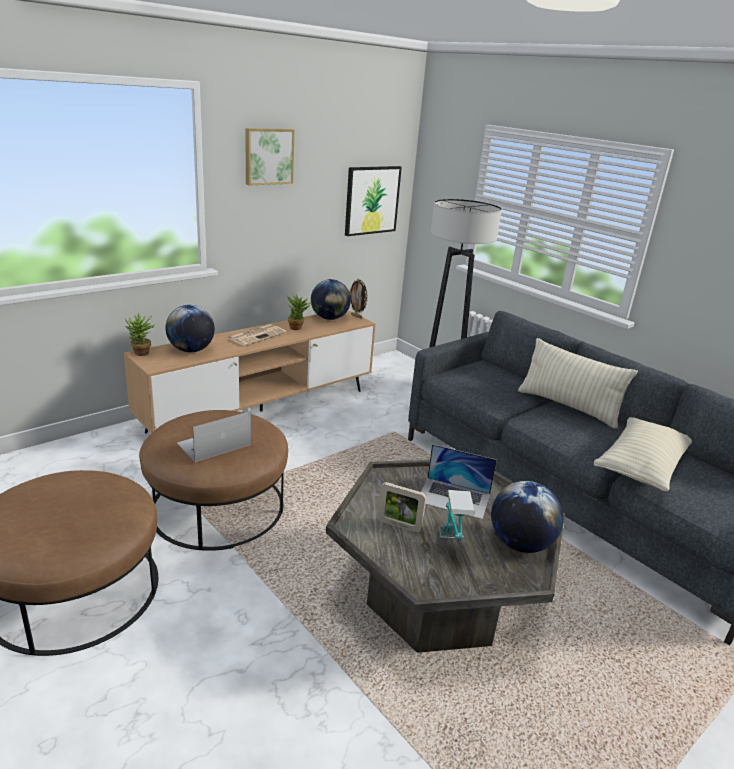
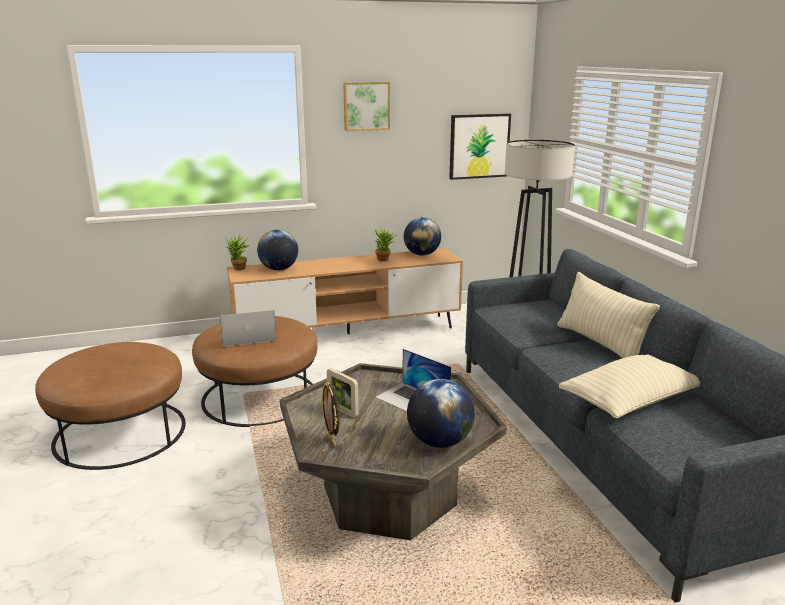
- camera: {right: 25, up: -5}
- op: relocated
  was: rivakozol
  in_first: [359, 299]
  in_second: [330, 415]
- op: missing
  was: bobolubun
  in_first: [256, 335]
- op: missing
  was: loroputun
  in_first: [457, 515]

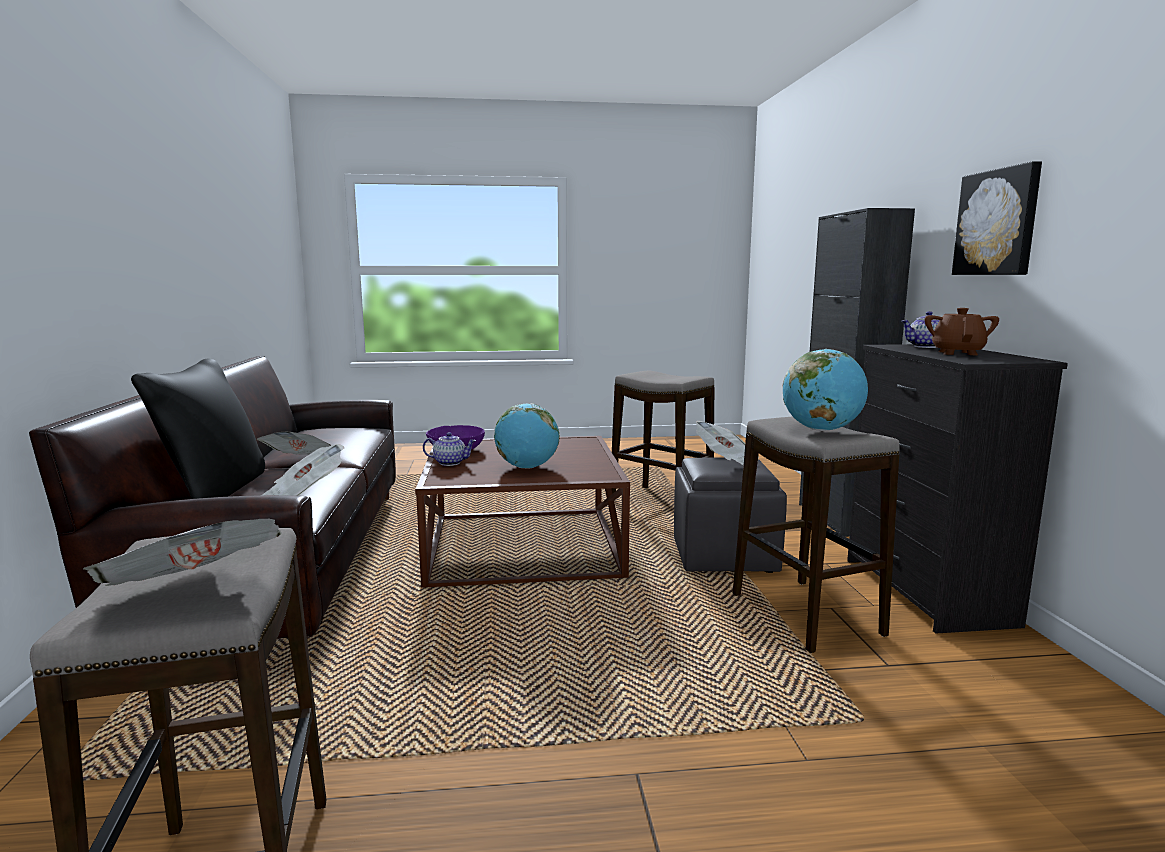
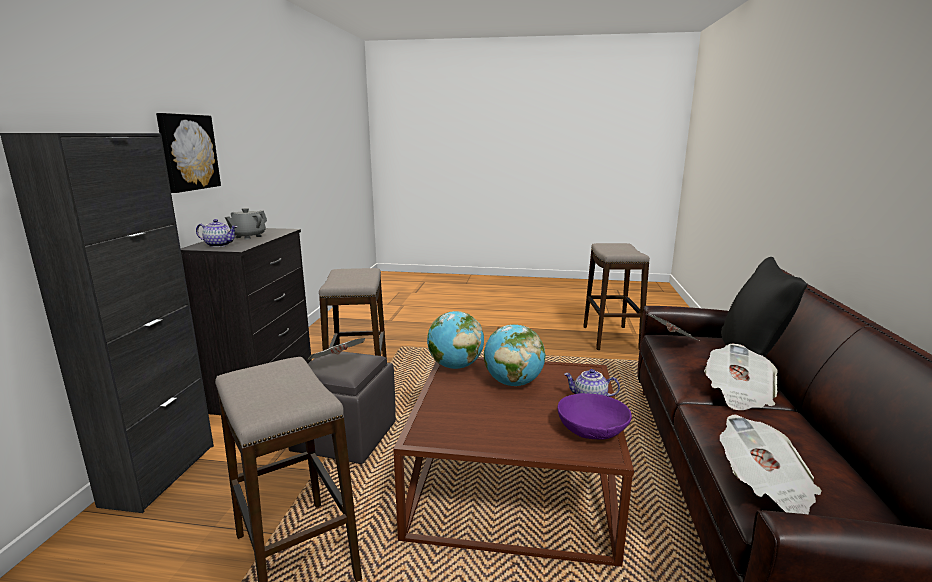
- camera: {right: -165, up: 5}
- op: colour
  was: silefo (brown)
  now: silefo (grey)
  in_first: [961, 331]
  in_second: [246, 224]
- op: relocated
  was: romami
  in_first: [825, 390]
  in_second: [455, 340]
- op: relocated
  was: bobolubun
  in_first: [182, 552]
  in_second: [770, 464]

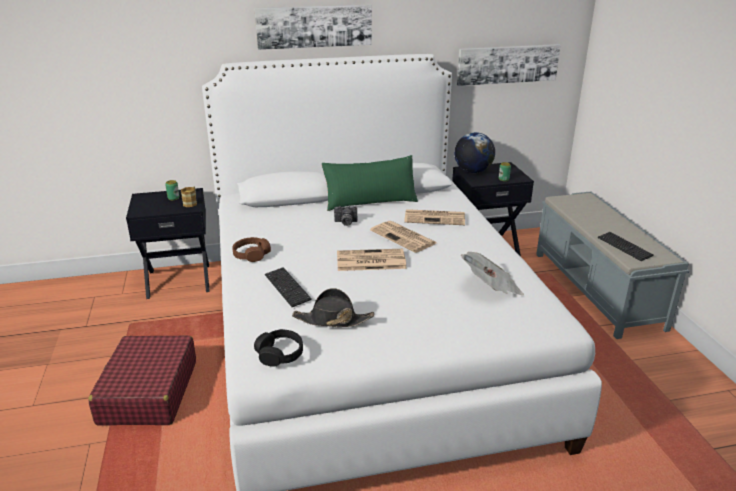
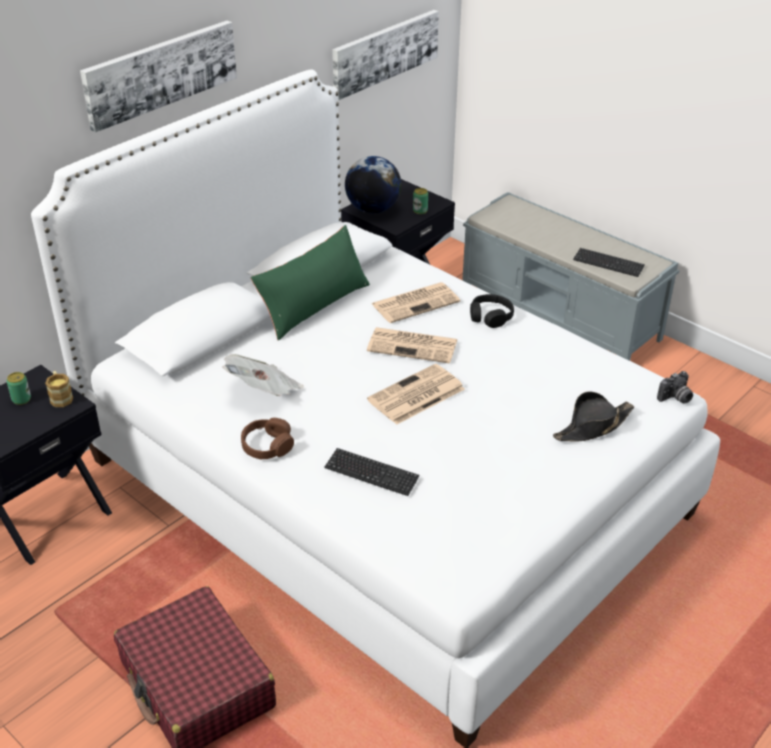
- camera: {right: -35, up: 10}
- op: relocated
  was: bobolubun
  in_first: [492, 273]
  in_second: [263, 375]
- op: relocated
  was: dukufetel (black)
  in_first: [278, 347]
  in_second: [492, 311]
- op: relocated
  was: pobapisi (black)
  in_first: [333, 307]
  in_second: [593, 416]
- op: relocated
  was: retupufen
  in_first: [345, 216]
  in_second: [675, 387]

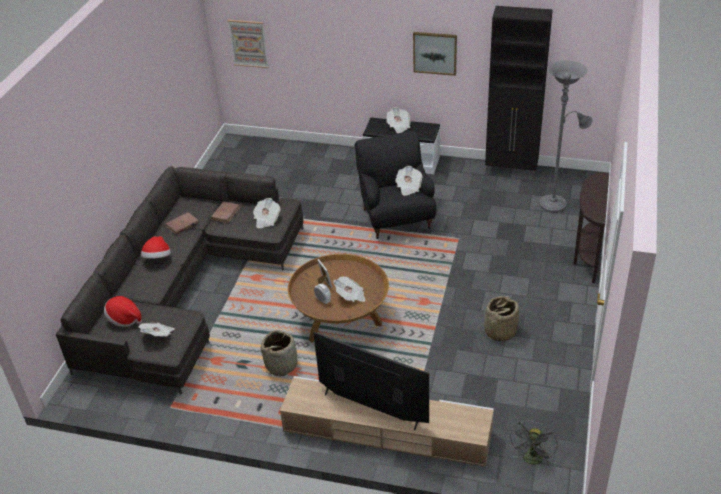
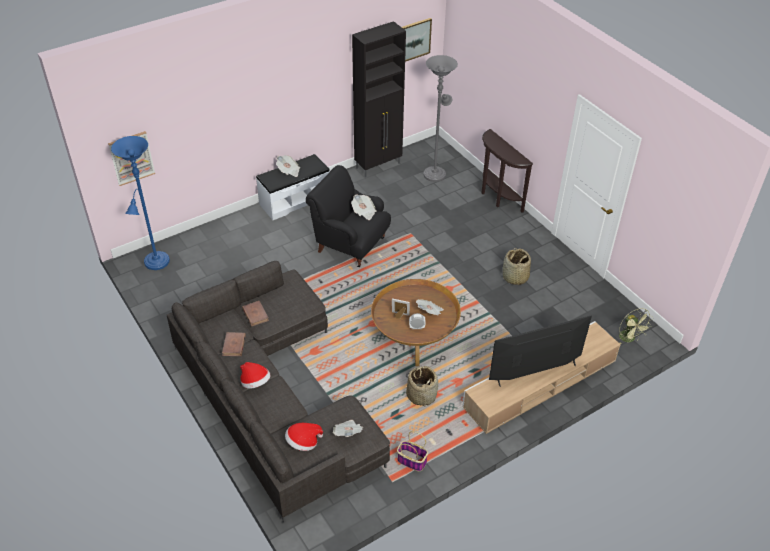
- camera: {right: -50, up: 5}
- op: appeared
  now: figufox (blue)
  in_second: [140, 203]
- op: appeared
  now: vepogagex
  in_second: [412, 451]
- op: relocated
  was: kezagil
  in_first: [435, 54]
  in_second: [417, 40]
- op: colour
  was: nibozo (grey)
  now: nibozo (green)
  in_first: [533, 443]
  in_second: [636, 326]
- op: missing
  was: bobolubun
  in_first: [266, 213]

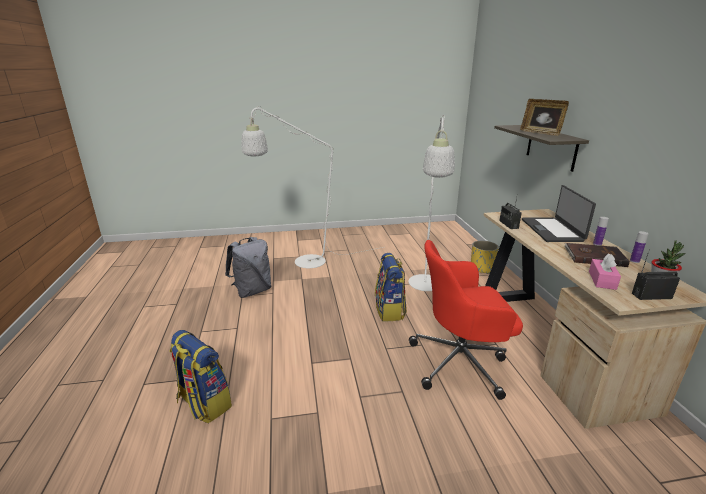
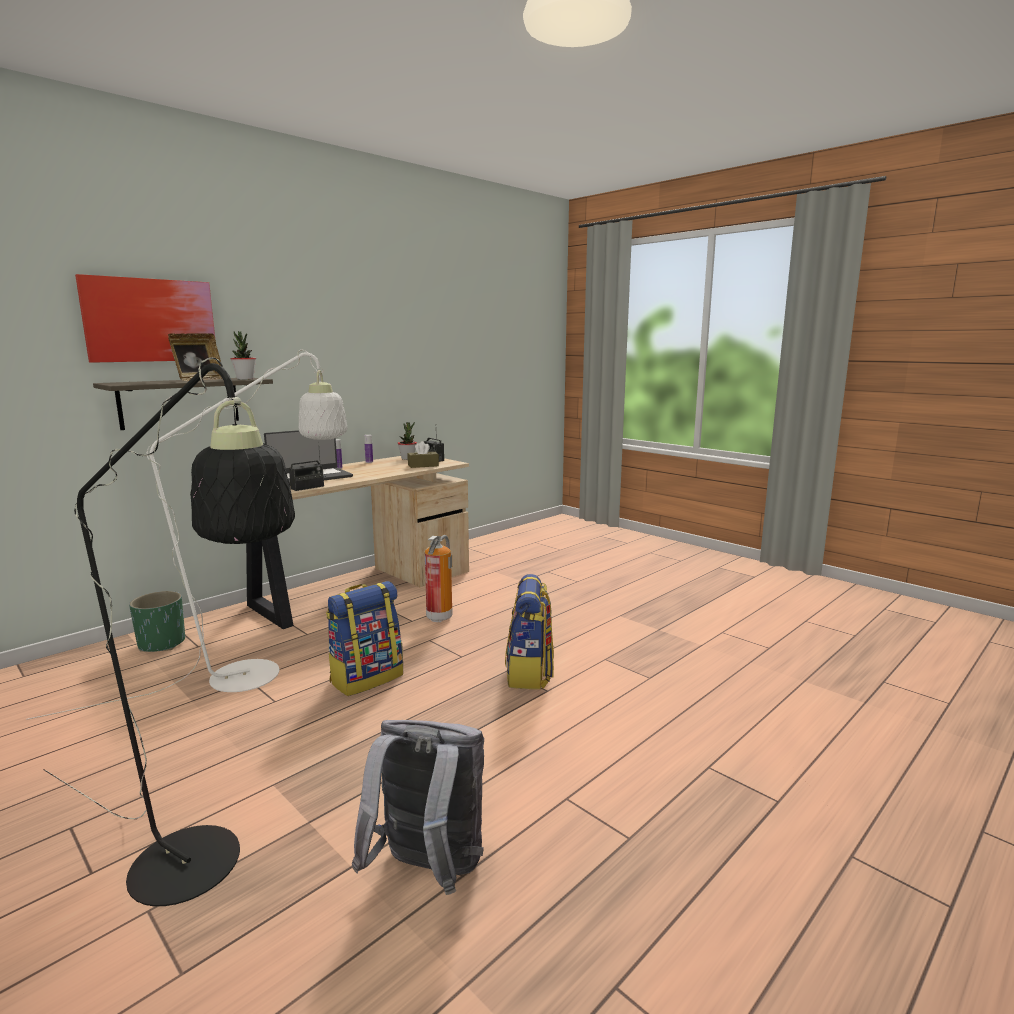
- camera: {right: -125, up: -10}
- op: colour
  was: figufox (white)
  now: figufox (black)
  in_first: [312, 187]
  in_second: [169, 631]
- op: appeared
  now: kezagil
  in_second: [145, 318]
- op: colour
  was: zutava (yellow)
  now: zutava (green)
  in_first: [485, 257]
  in_second: [157, 621]
- op: appeared
  now: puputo
  in_second: [243, 355]
- op: colour
  was: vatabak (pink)
  now: vatabak (brown)
  in_first: [605, 271]
  in_second: [423, 454]
- op: exchanged
  was: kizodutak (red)
  now: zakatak
  in_first: [466, 320]
  in_second: [438, 578]
- op: relocated
  was: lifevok
  in_first: [201, 376]
  in_second: [529, 631]
- op: missing
  was: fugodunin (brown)
  in_first: [597, 255]

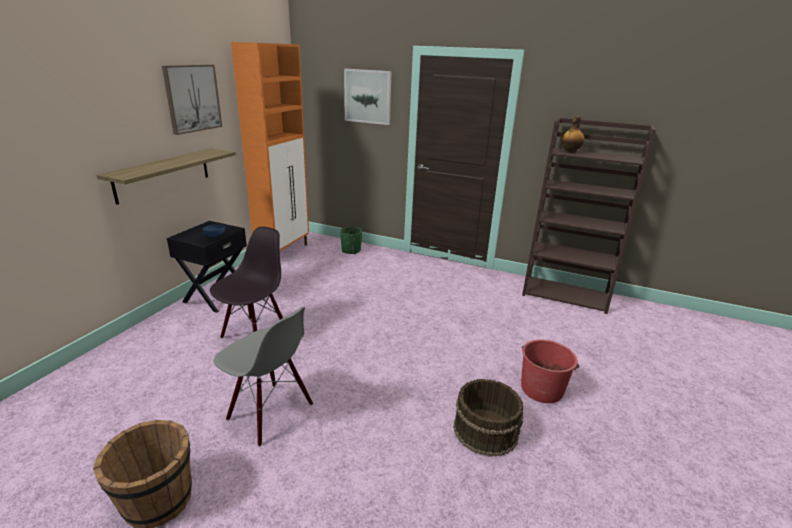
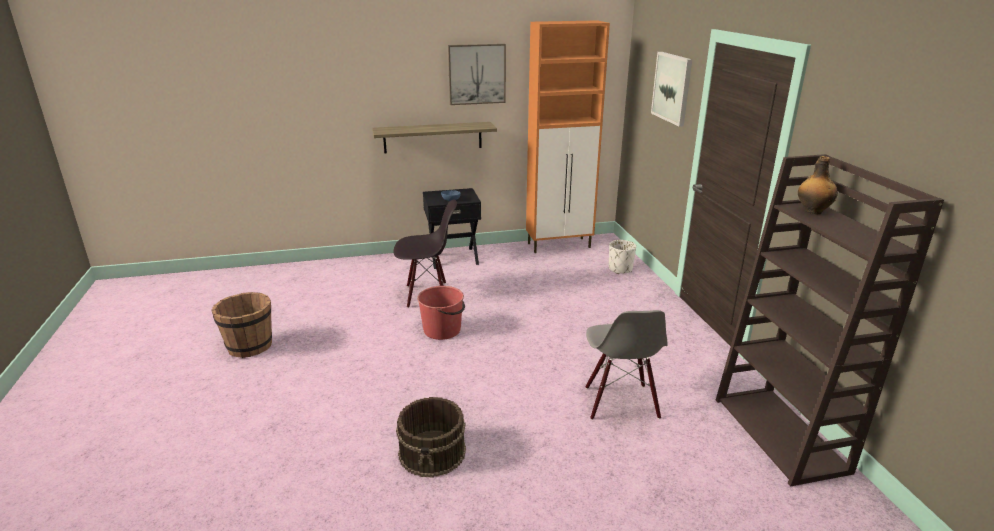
- camera: {right: 55, up: 0}
- op: relocated
  was: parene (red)
  in_first: [550, 371]
  in_second: [441, 313]
- op: relocated
  was: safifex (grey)
  in_first: [263, 377]
  in_second: [626, 365]
- op: colour
  was: zutava (green)
  now: zutava (white)
  in_first: [351, 240]
  in_second: [622, 257]

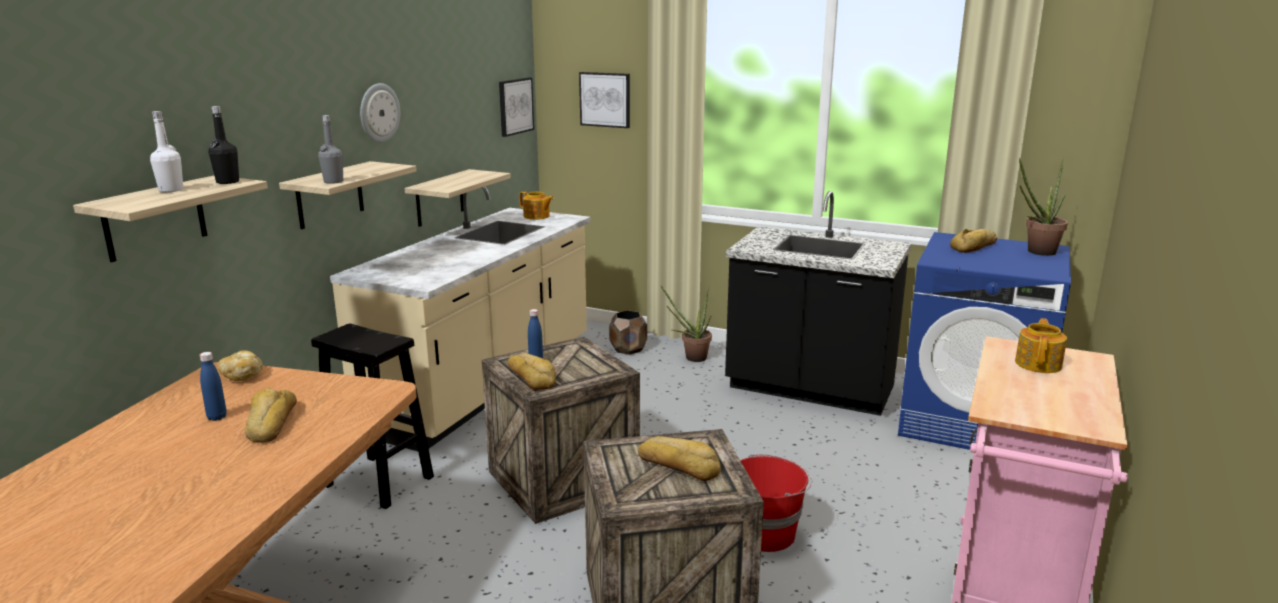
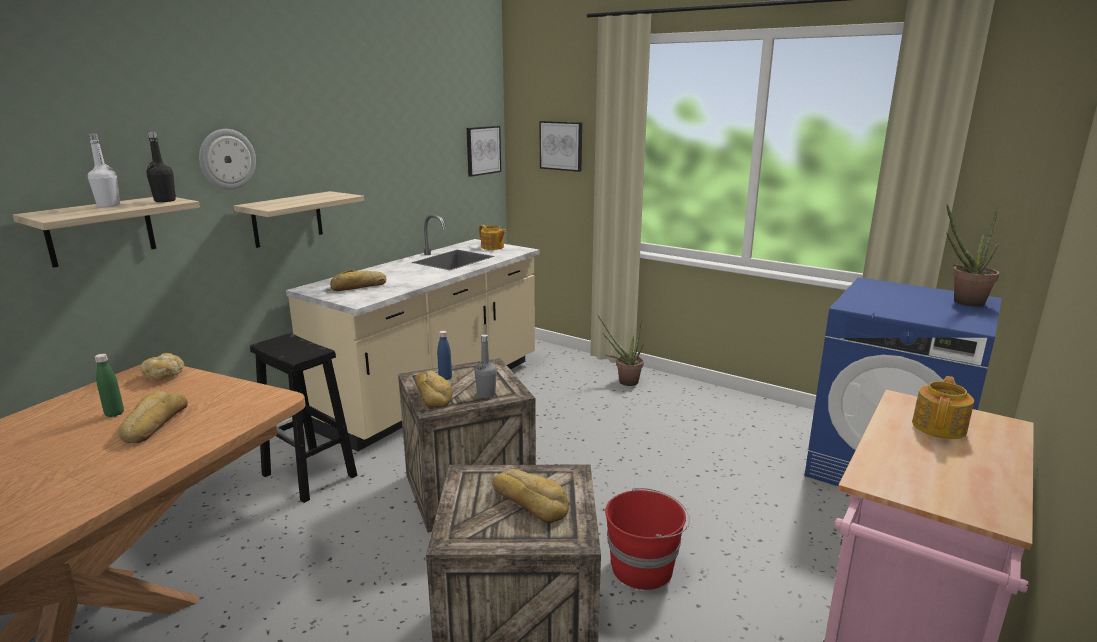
- camera: {right: 10, up: 0}
- op: colour
  was: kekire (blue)
  now: kekire (green)
  in_first: [213, 386]
  in_second: [109, 385]
- op: relocated
  was: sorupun
  in_first: [380, 112]
  in_second: [227, 159]
- op: relocated
  was: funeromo
  in_first: [973, 241]
  in_second: [358, 280]
- op: relocated
  was: kekire (grey)
  in_first: [330, 149]
  in_second: [485, 366]
- op: missing
  was: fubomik
  in_first: [458, 198]
- op: missing
  was: zutava (brown)
  in_first: [628, 332]
- op: missing
  was: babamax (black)
  in_first: [818, 303]

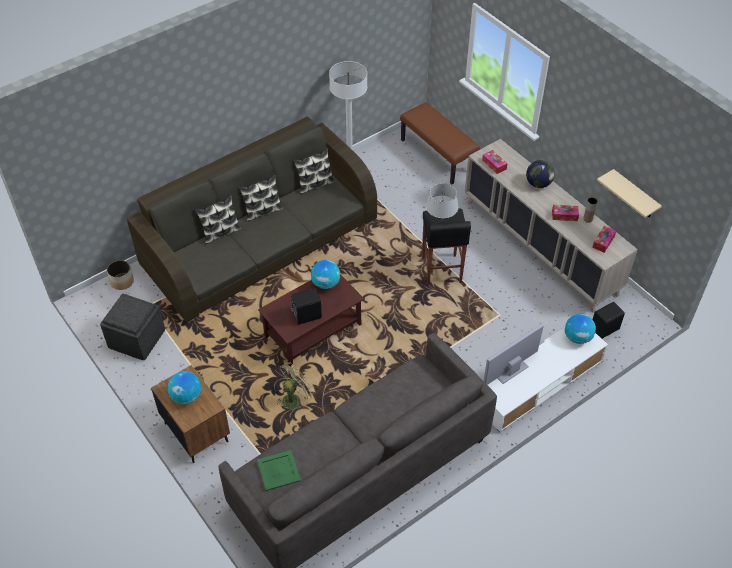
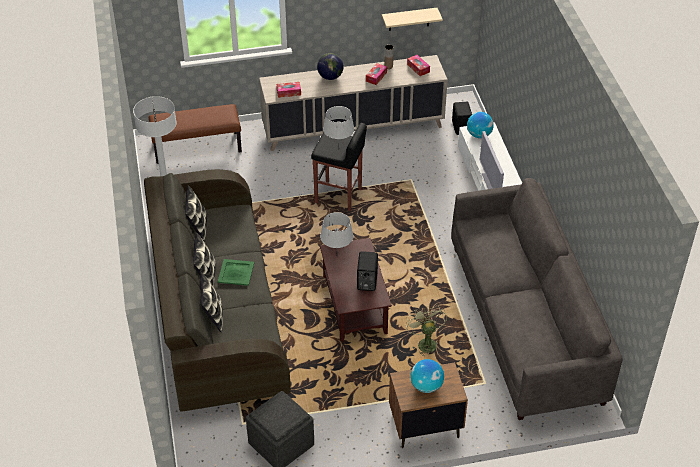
- camera: {right: -65, up: -5}
- op: relocated
  was: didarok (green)
  in_first: [279, 470]
  in_second: [236, 272]
- op: exchanged
  was: romami
  now: loroputun (grey)
  in_first: [325, 274]
  in_second: [336, 230]
- op: missing
  was: zutava
  in_first: [120, 275]

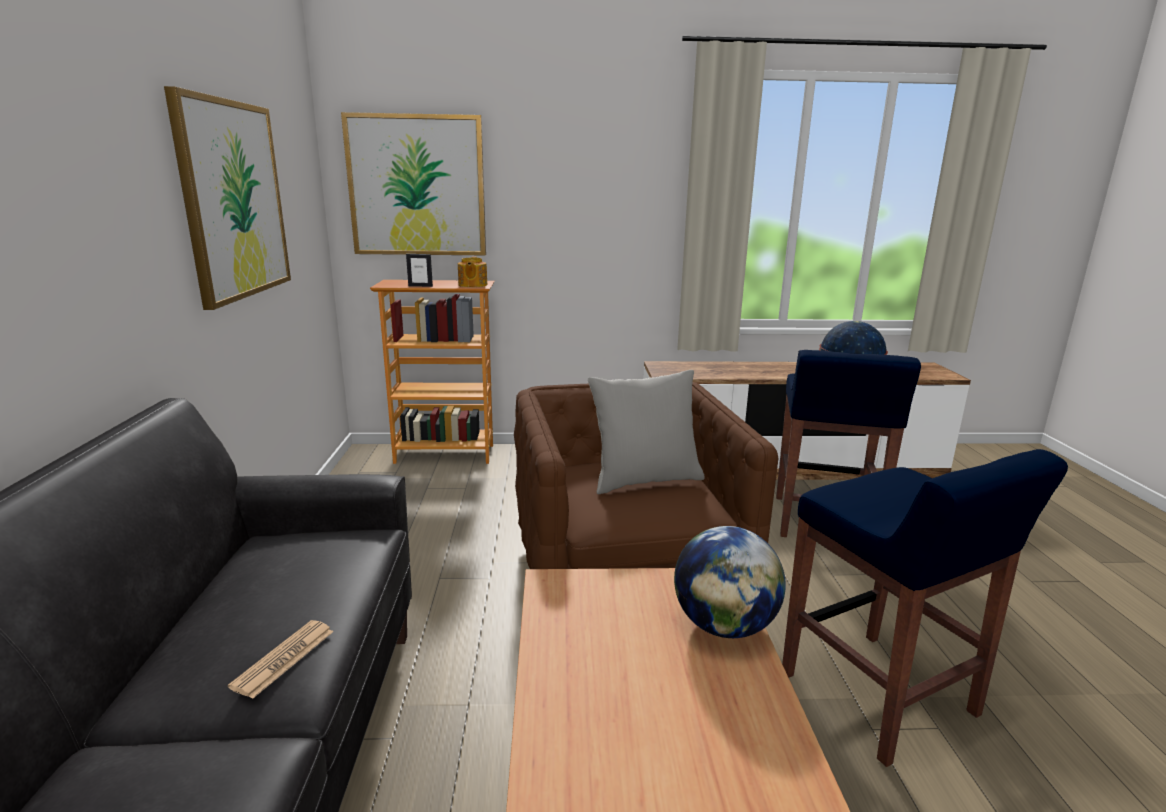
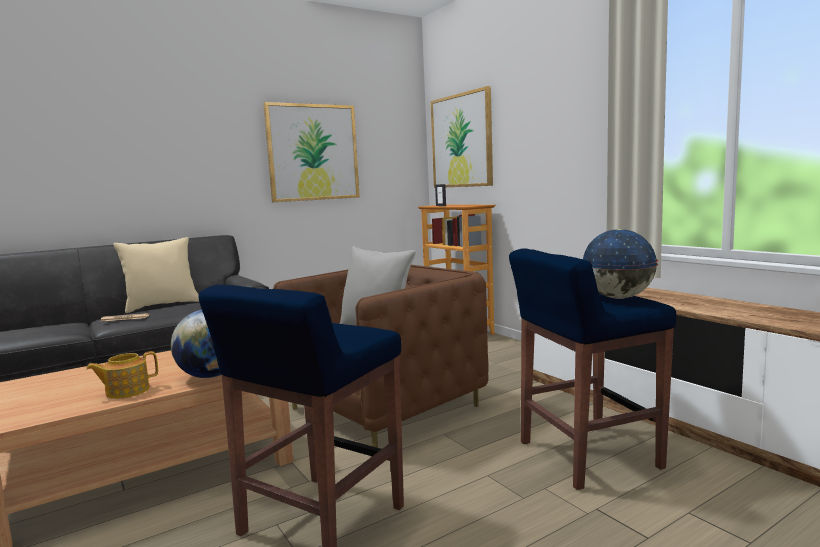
- camera: {right: 60, up: -10}
- op: relocated
  was: silefo
  in_first: [472, 271]
  in_second: [122, 375]
- op: appeared
  now: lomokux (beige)
  in_second: [156, 275]

